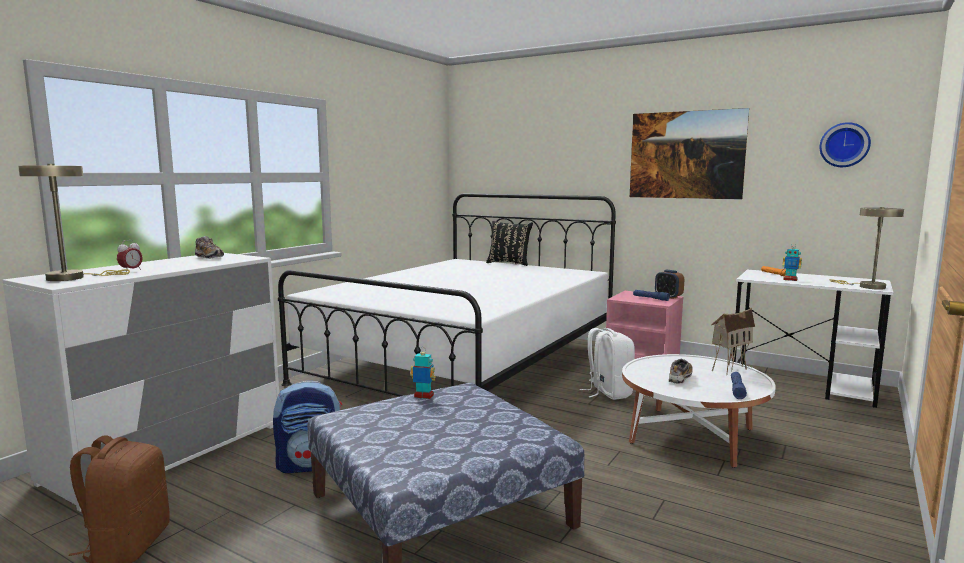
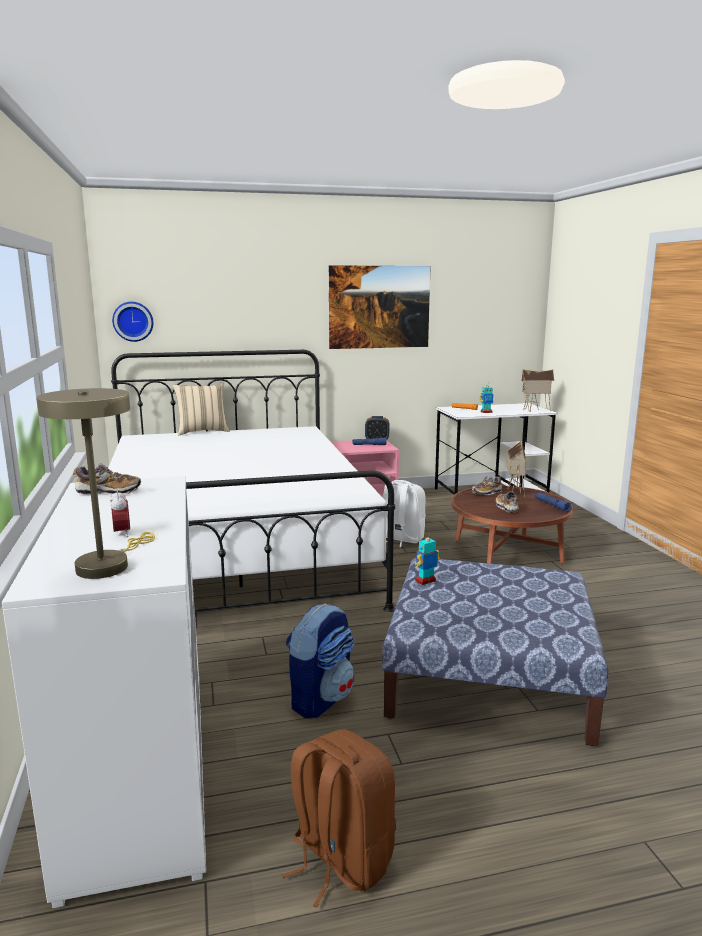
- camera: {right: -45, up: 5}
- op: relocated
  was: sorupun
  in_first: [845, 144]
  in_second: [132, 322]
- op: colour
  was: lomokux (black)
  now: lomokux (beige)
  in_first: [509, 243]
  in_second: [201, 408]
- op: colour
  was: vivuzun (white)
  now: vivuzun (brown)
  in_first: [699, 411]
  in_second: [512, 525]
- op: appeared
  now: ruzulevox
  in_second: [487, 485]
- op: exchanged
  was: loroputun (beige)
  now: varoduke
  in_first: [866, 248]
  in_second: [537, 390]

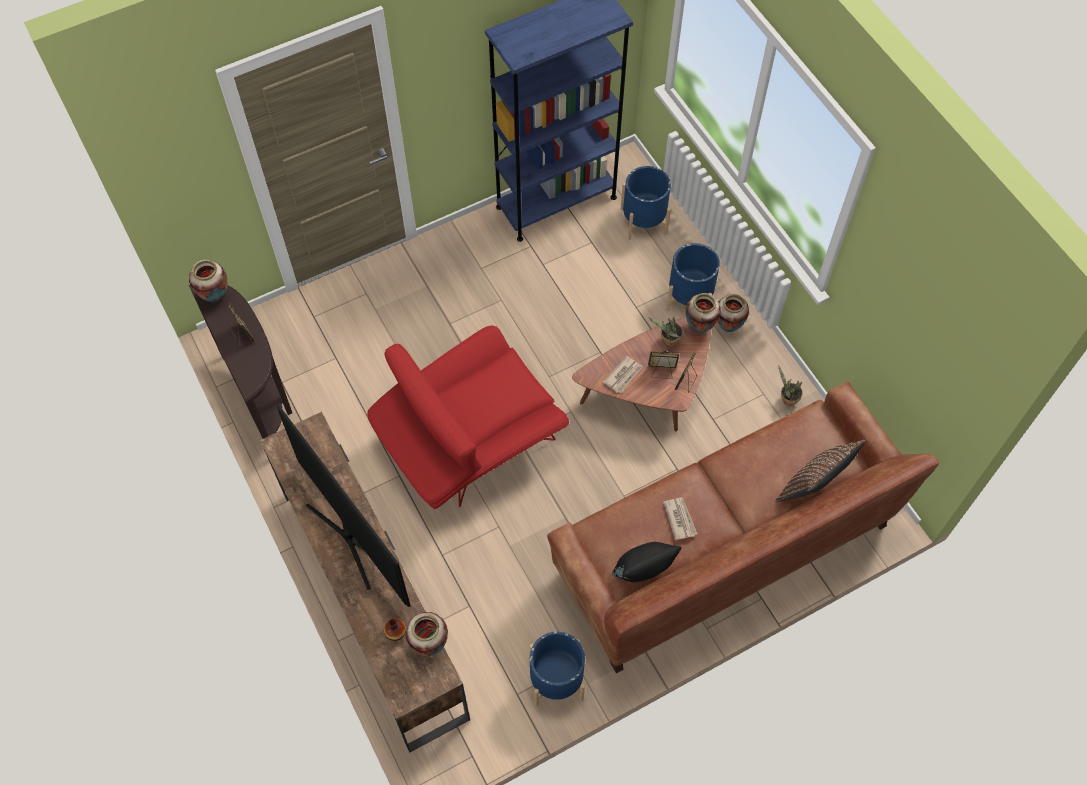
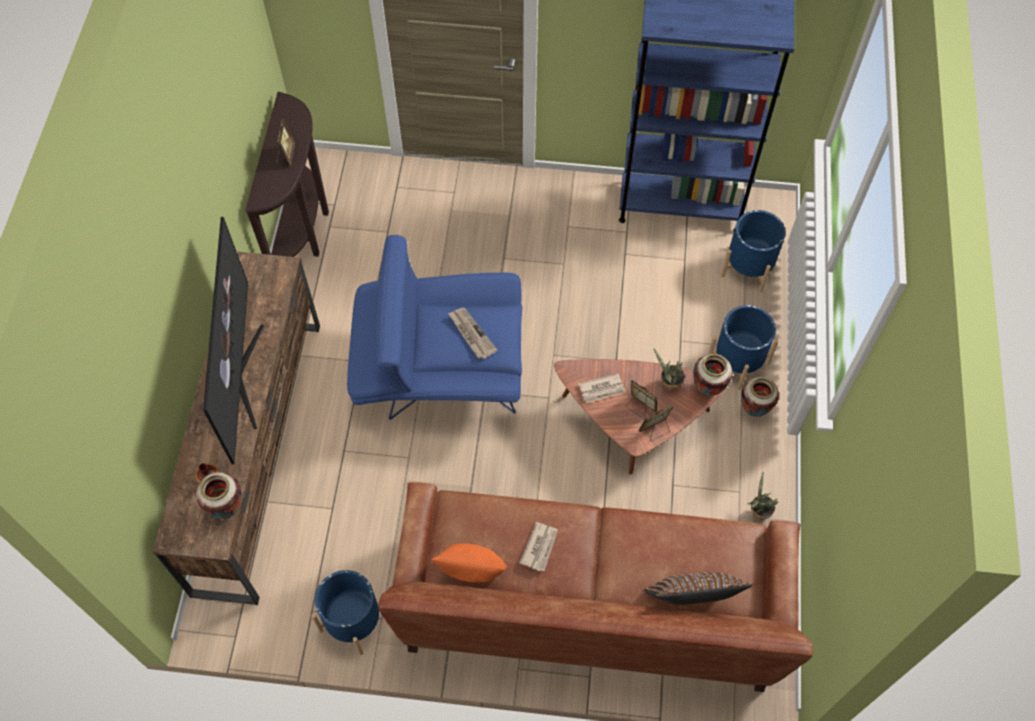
- camera: {right: 35, up: 0}
- op: colour
  was: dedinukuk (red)
  now: dedinukuk (blue)
  in_first: [468, 417]
  in_second: [434, 327]
- op: colour
  was: lomokux (black)
  now: lomokux (orange)
  in_first: [646, 562]
  in_second: [469, 563]
- op: appeared
  now: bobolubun
  in_second: [472, 333]
- op: missing
  was: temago
  in_first: [208, 281]

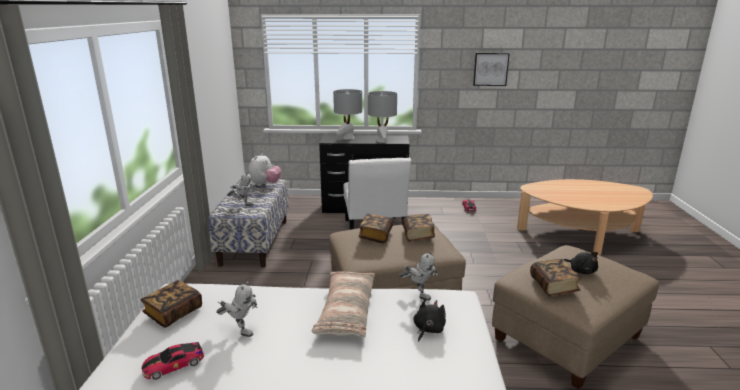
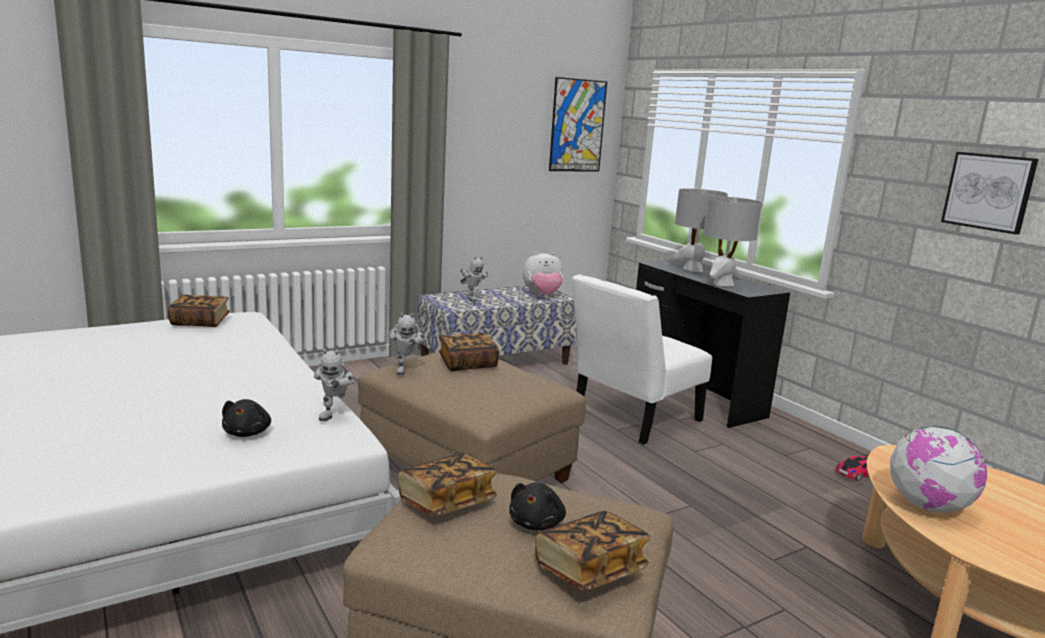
- camera: {right: 55, up: -5}
- op: spun
  was: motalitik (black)
  in_first: [429, 320]
  in_second: [246, 418]
  clockwise: 90
- op: relocated
  was: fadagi
  in_first: [237, 309]
  in_second: [407, 344]
- op: relocated
  was: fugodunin
  in_first: [418, 228]
  in_second: [592, 551]
- op: appeared
  now: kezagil
  in_second: [578, 124]
- op: appeared
  now: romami
  in_second: [938, 469]
- op: missing
  was: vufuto
  in_first: [173, 361]
- op: missing
  was: lomokux
  in_first: [343, 305]

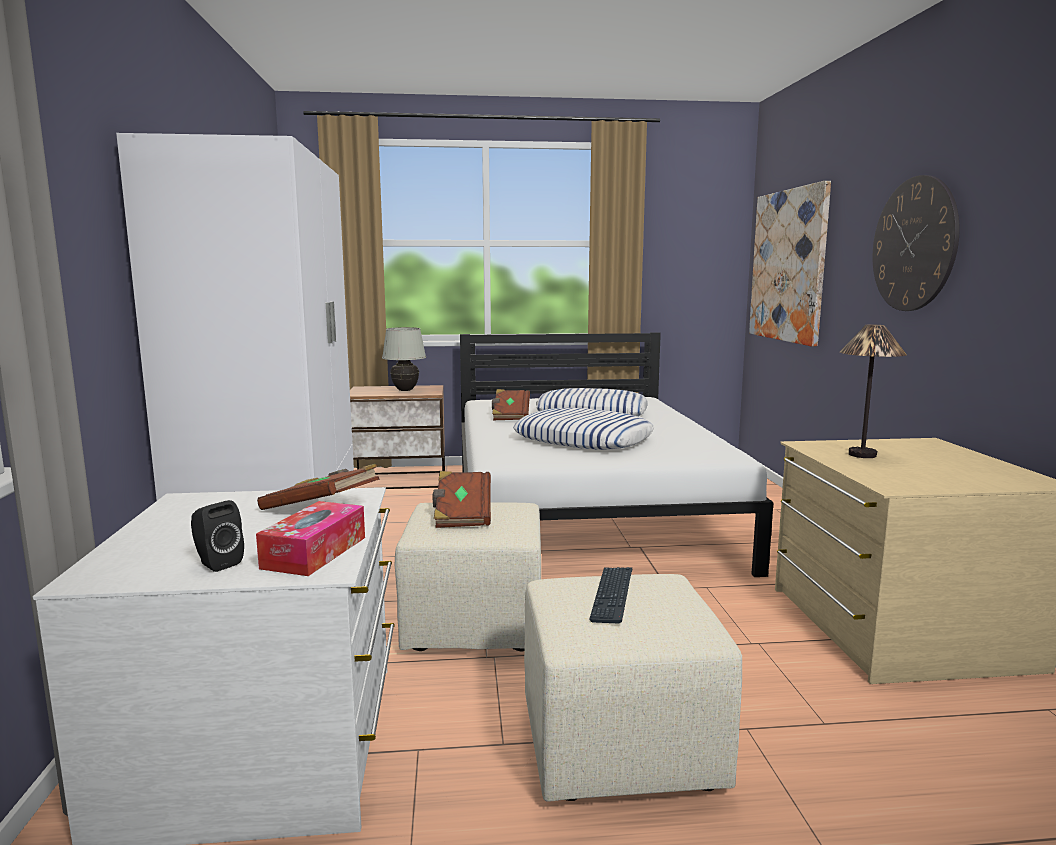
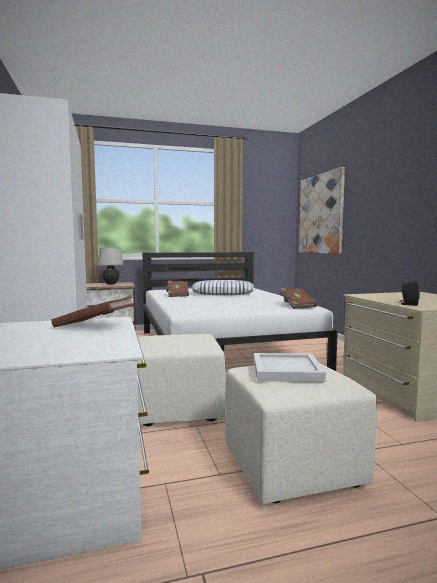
- camera: {right: -10, up: -5}
- op: exchanged
  was: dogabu
  now: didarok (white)
  in_first: [610, 595]
  in_second: [290, 367]
- op: relocated
  was: fugodunin (brown)
  in_first: [462, 499]
  in_second: [298, 298]
- op: relocated
  was: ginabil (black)
  in_first: [217, 536]
  in_second: [409, 292]
- op: missing
  was: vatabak
  in_first: [310, 538]
- op: missing
  was: lomokux
  in_first: [583, 428]
- op: missing
  was: loroputun
  in_first: [873, 391]
- op: missing
  was: sorupun
  in_first: [916, 243]

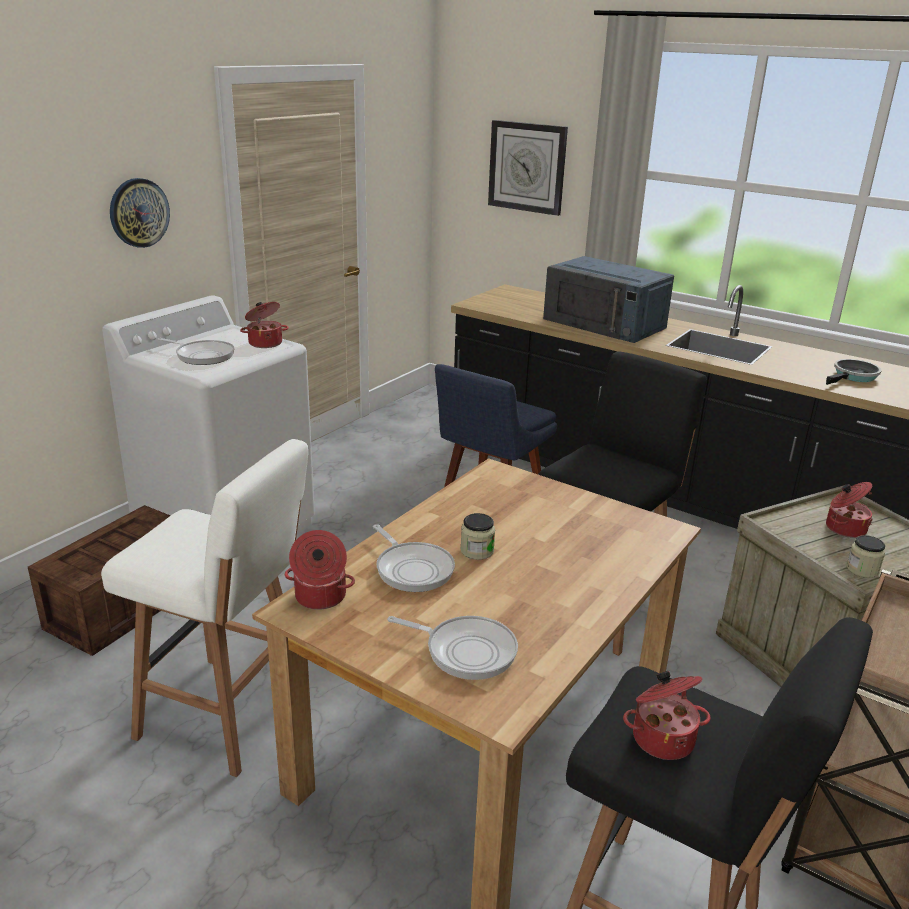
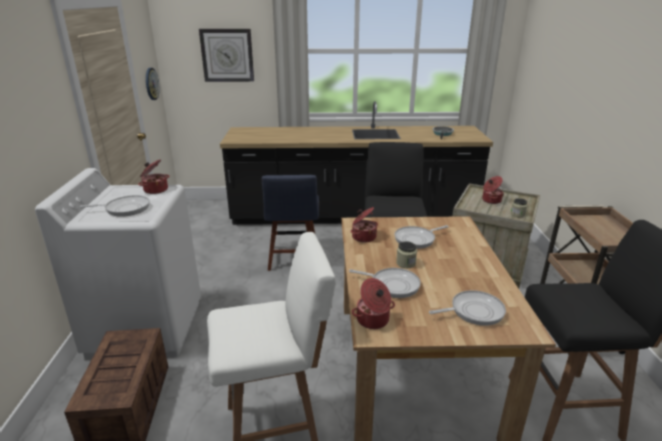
- camera: {right: -35, up: 0}
- op: relocated
  was: sorupun
  in_first: [140, 213]
  in_second: [153, 84]
- op: relocated
  was: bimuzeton
  in_first: [666, 715]
  in_second: [364, 225]
- op: appeared
  now: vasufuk
  in_second: [422, 237]
- op: missing
  was: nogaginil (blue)
  in_first: [608, 299]

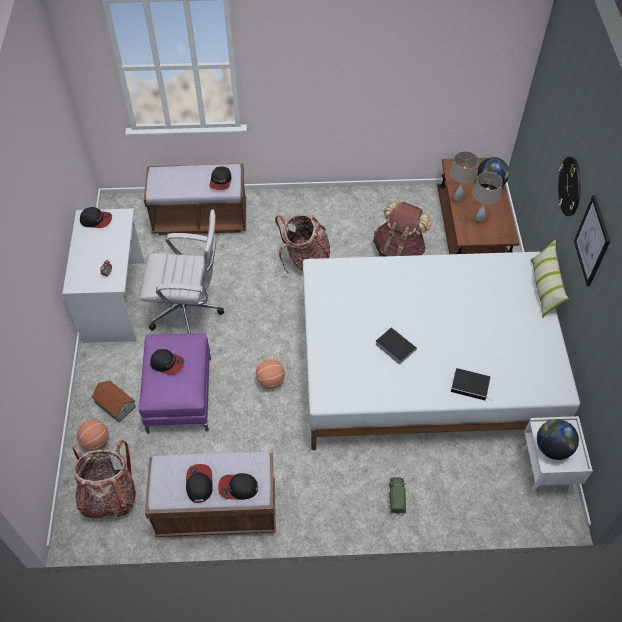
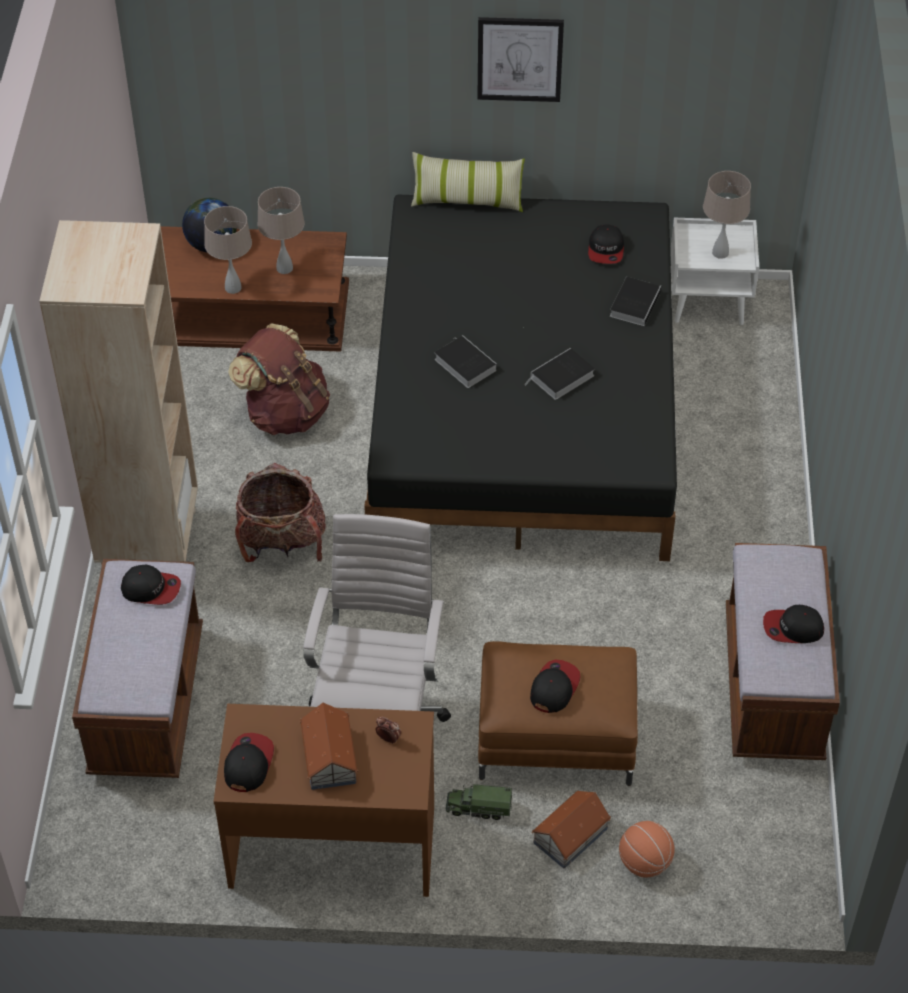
- camera: {right: -85, up: -5}
- op: appeared
  now: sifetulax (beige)
  in_second: [118, 392]
- op: colour
  was: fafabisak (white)
  now: fafabisak (brown)
  in_first: [103, 276]
  in_second: [323, 800]
- op: appeared
  now: varoduke
  in_second: [328, 746]
- op: colour
  was: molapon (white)
  now: molapon (black)
  in_first: [441, 351]
  in_second: [520, 378]
- op: appeared
  now: fugodunin
  in_second: [466, 361]
- op: relocated
  was: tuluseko
  in_first: [397, 496]
  in_second: [479, 802]
- op: colour
  was: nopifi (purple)
  now: nopifi (brown)
  in_first: [175, 383]
  in_second: [558, 713]
- op: relocated
  was: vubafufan
  in_first: [238, 486]
  in_second: [606, 244]
- op: exchanged
  was: romami
  now: loroputun (beige)
  in_first: [558, 439]
  in_second: [727, 215]
- op: missing
  was: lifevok
  in_first: [104, 479]
- op: missing
  was: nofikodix
  in_first: [270, 374]
- op: missing
  was: sorupun
  in_first: [569, 186]

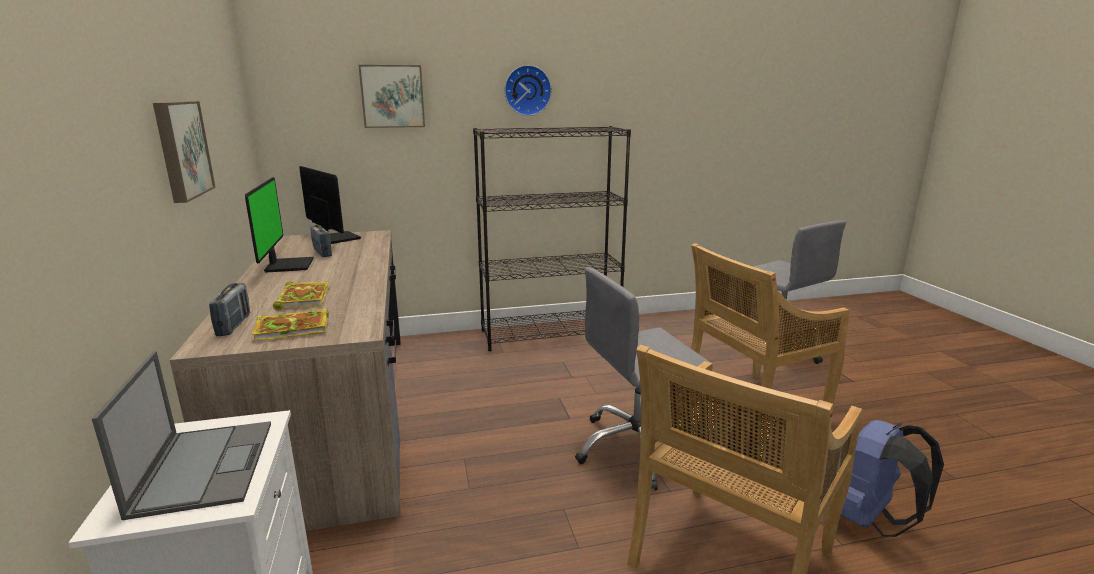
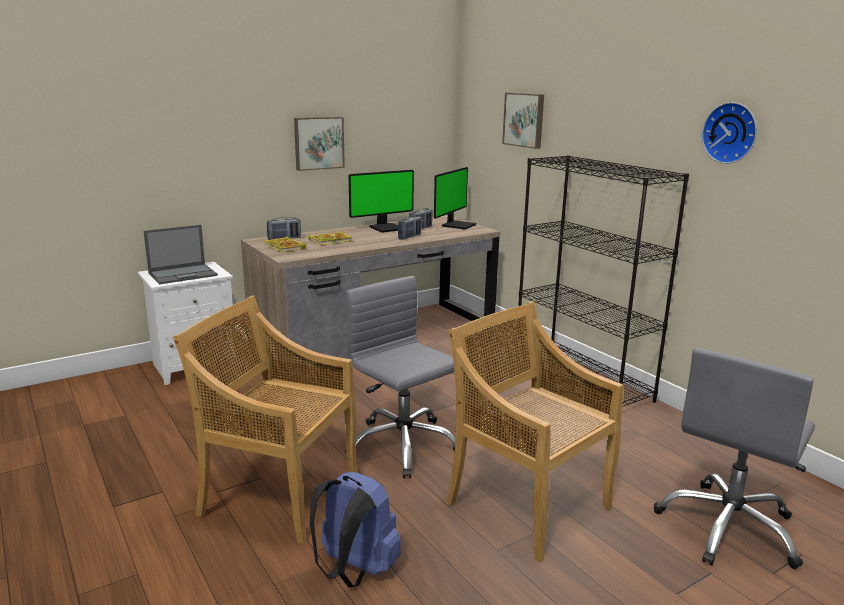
- camera: {right: 70, up: 0}
- op: appeared
  now: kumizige
  in_second: [410, 227]
- op: relocated
  was: sorupun
  in_first: [528, 90]
  in_second: [729, 133]

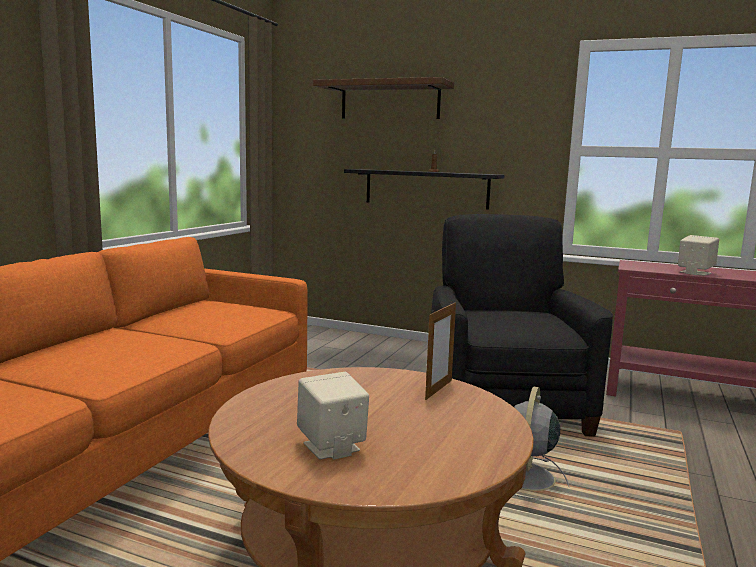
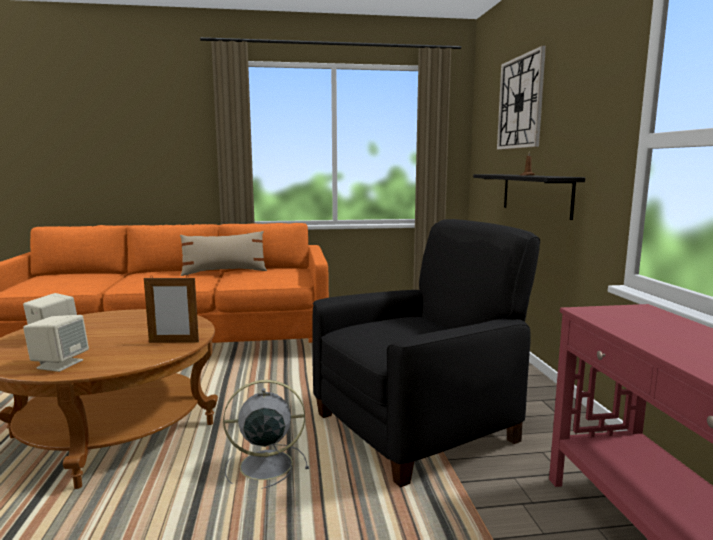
- camera: {right: 60, up: 0}
- op: relocated
  was: ginabil (beige)
  in_first: [698, 255]
  in_second: [56, 343]
- op: appeared
  now: lomokux (beige)
  in_second: [223, 253]
- op: exchanged
  was: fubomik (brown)
  now: sorupun
  in_first: [383, 98]
  in_second: [521, 98]

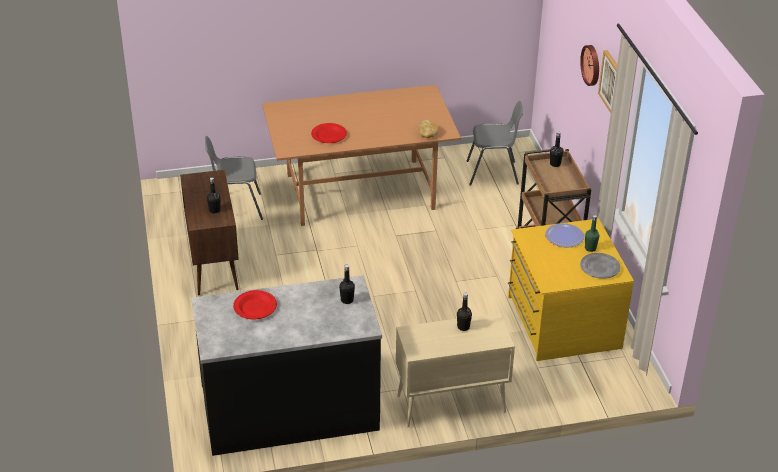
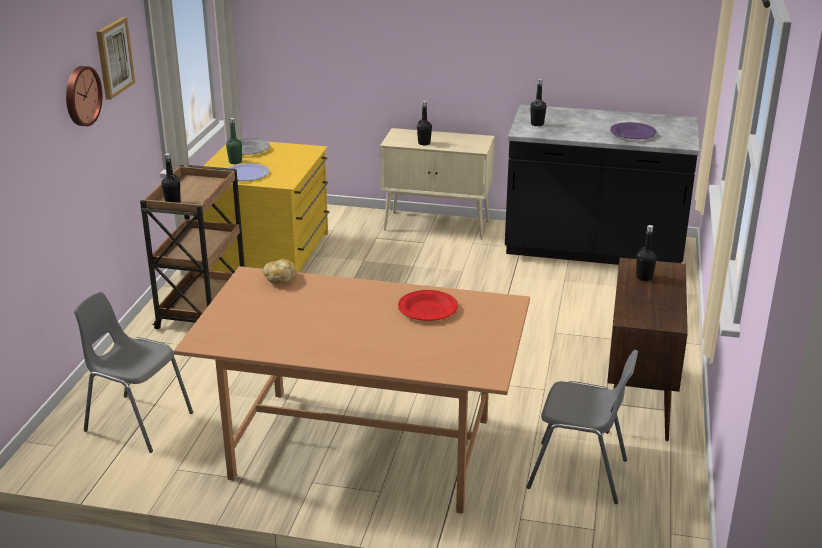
- camera: {right: -155, up: -10}
- op: colour
  was: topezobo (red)
  now: topezobo (purple)
  in_first: [255, 304]
  in_second: [633, 130]

